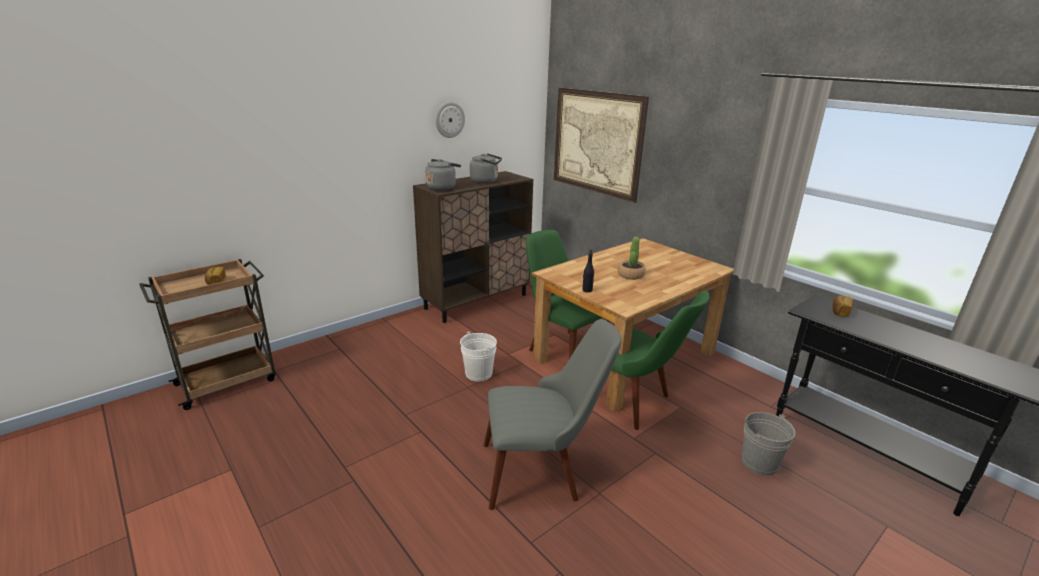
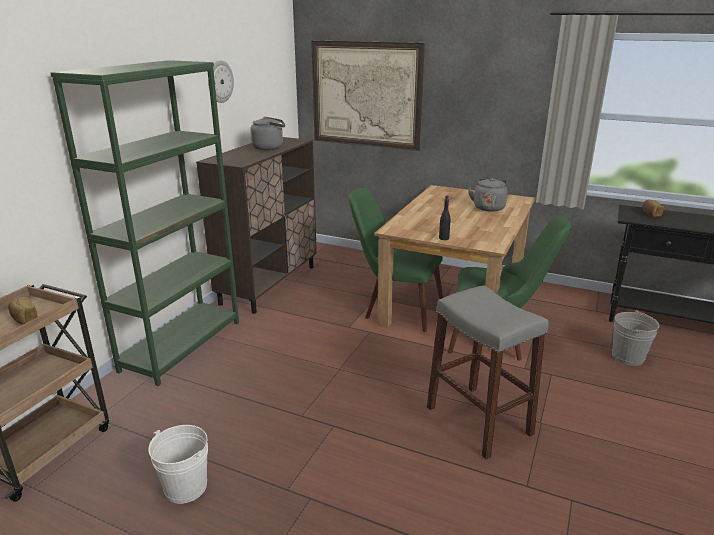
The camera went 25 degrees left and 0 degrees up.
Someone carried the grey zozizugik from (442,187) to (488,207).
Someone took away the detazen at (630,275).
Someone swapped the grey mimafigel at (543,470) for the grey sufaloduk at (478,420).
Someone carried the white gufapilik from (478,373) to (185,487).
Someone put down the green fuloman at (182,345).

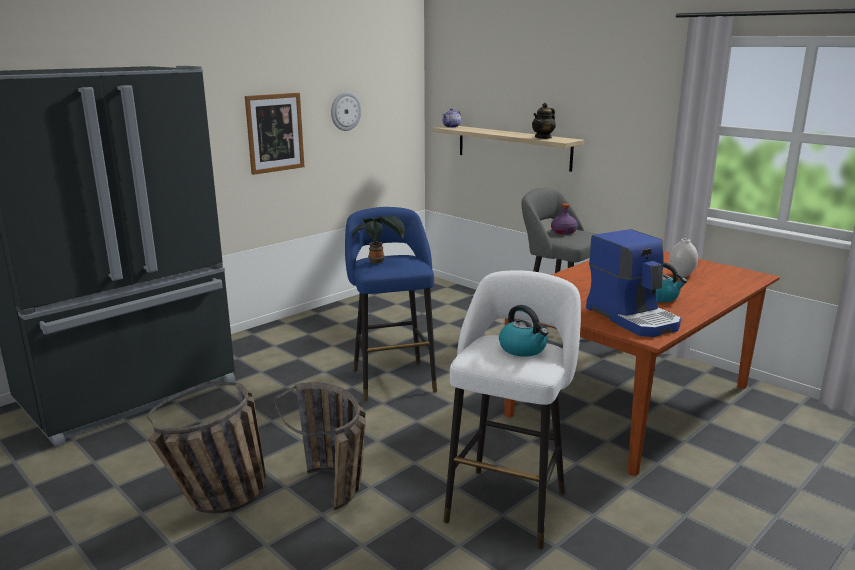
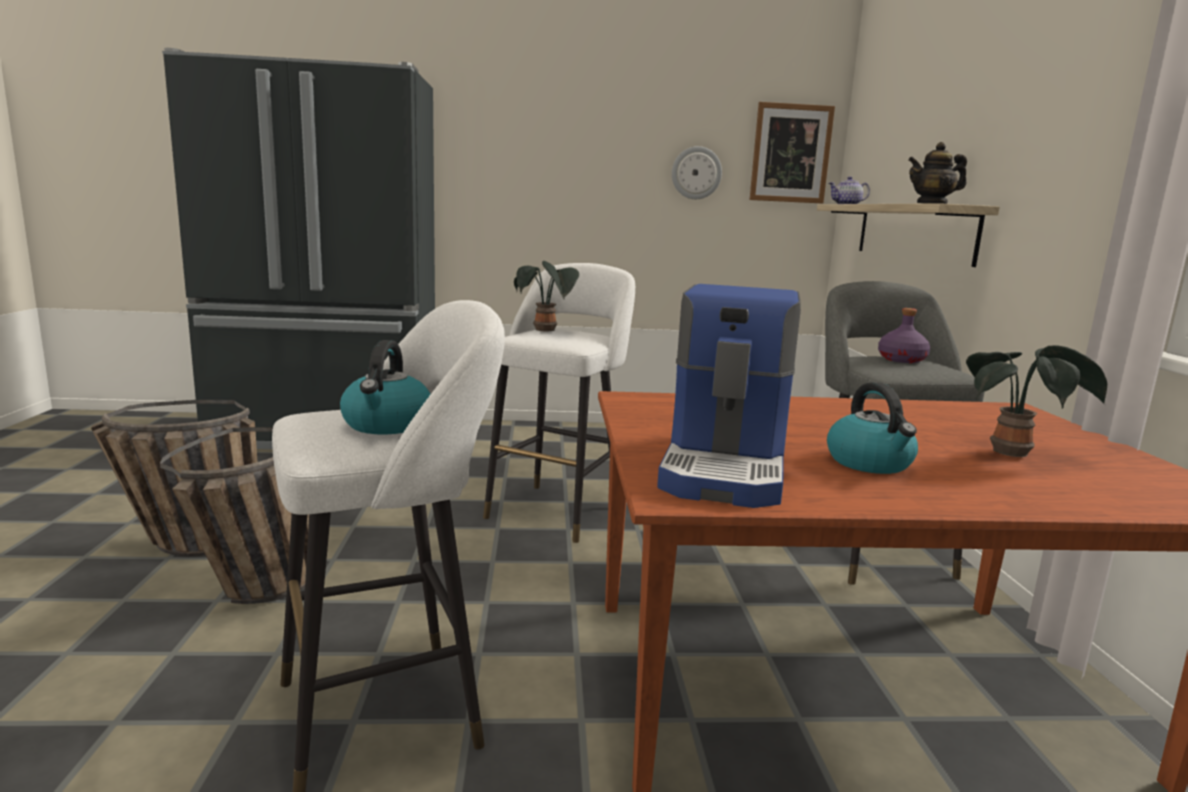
The camera went 40 degrees right and 5 degrees down.
Someone carried the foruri from (275,133) to (791,153).
Someone repainted the blue sufaloduk at (392,378), which became the white sufaloduk at (558,509).
Someone swapped the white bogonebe at (681,275) for the detazen at (1014,454).

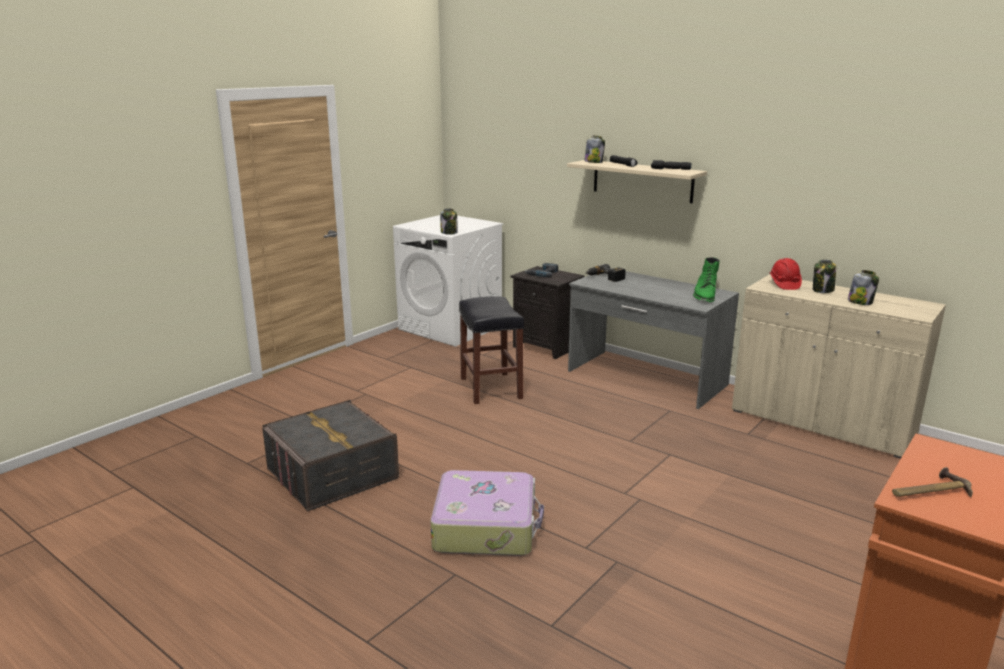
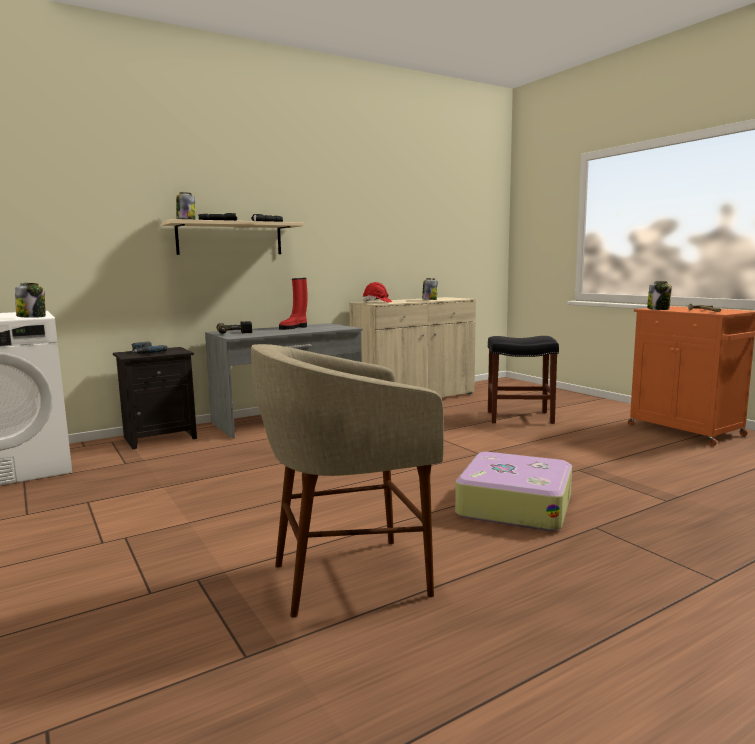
The camera went 70 degrees left and 10 degrees down.
Someone took away the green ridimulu at (705,295).
Someone carried the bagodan from (823,290) to (658,309).
Someone carried the black sufaloduk from (491,388) to (520,417).
Someone swapped the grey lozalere at (332,474) for the beige sufaloduk at (348,578).
Someone put down the red ridimulu at (294,328).

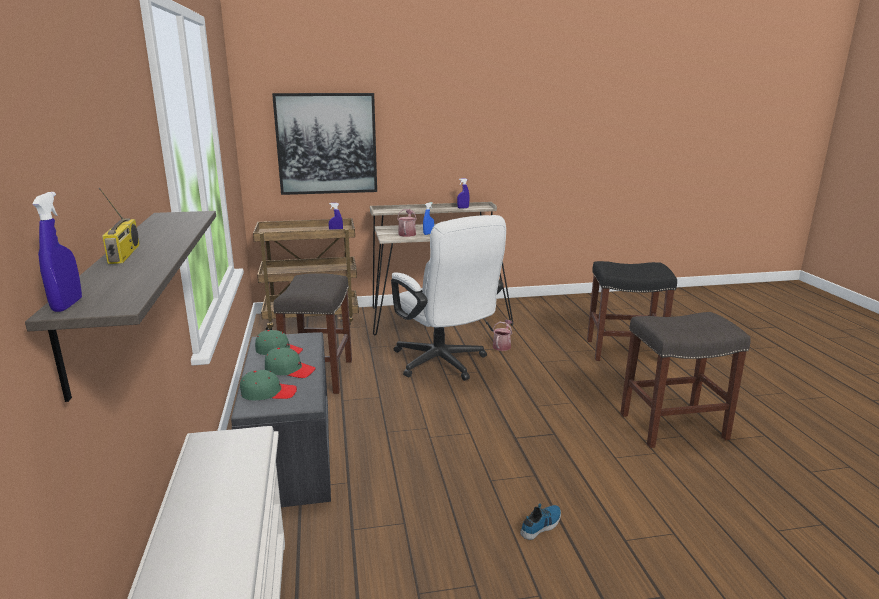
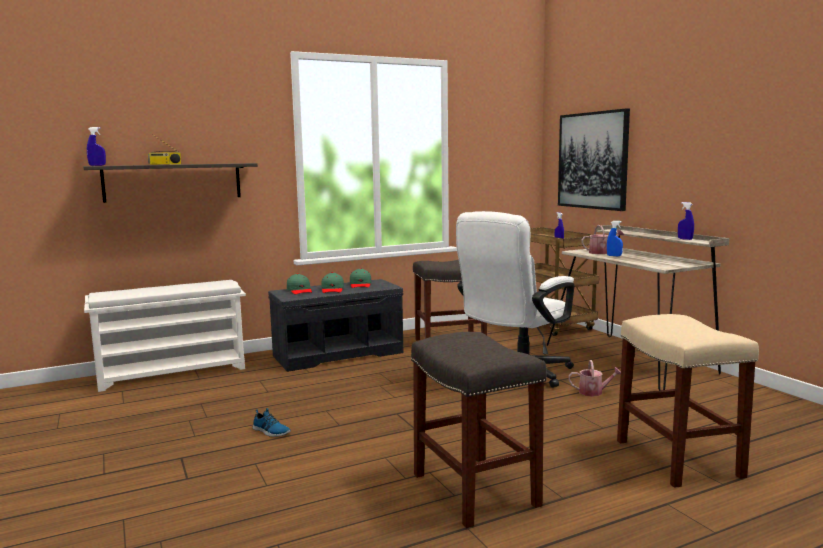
The camera went 75 degrees right and 10 degrees down.
Someone repainted the black sufaloduk at (624,350), which became the beige sufaloduk at (679,459).

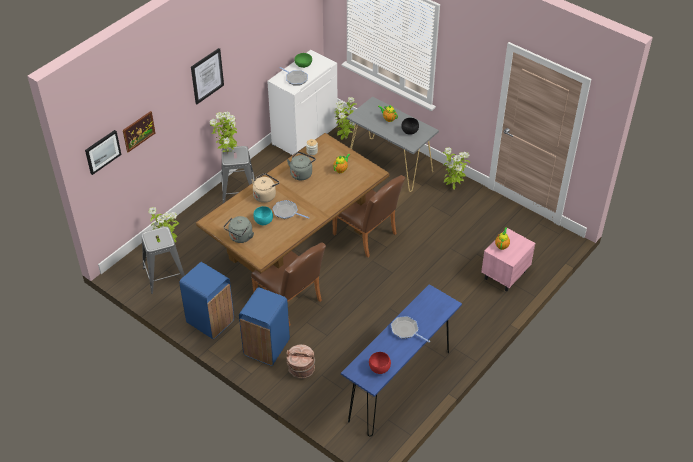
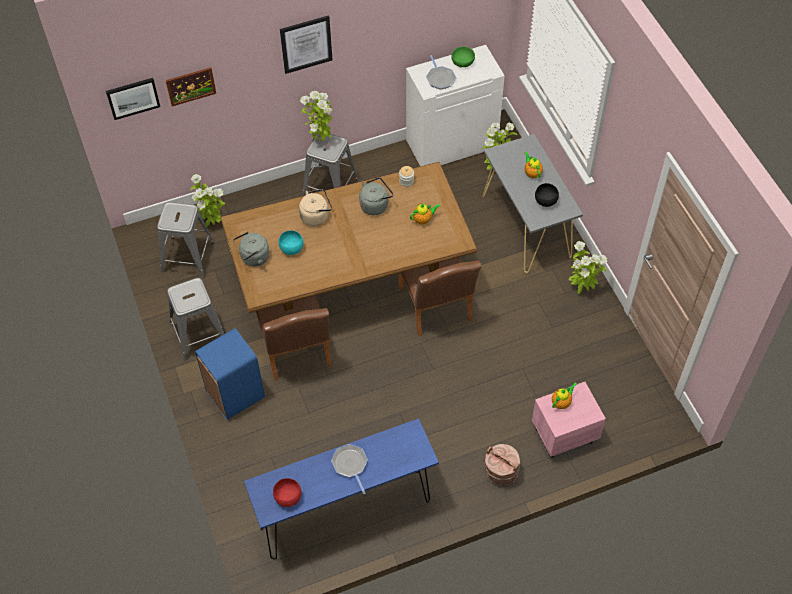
The camera went 30 degrees right and 10 degrees up.
Someone took away the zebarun at (287,212).
Someone swapped the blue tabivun at (210,321) for the grey sufaloduk at (199,334).
Someone carried the brown gufapilik from (301,370) to (501,473).

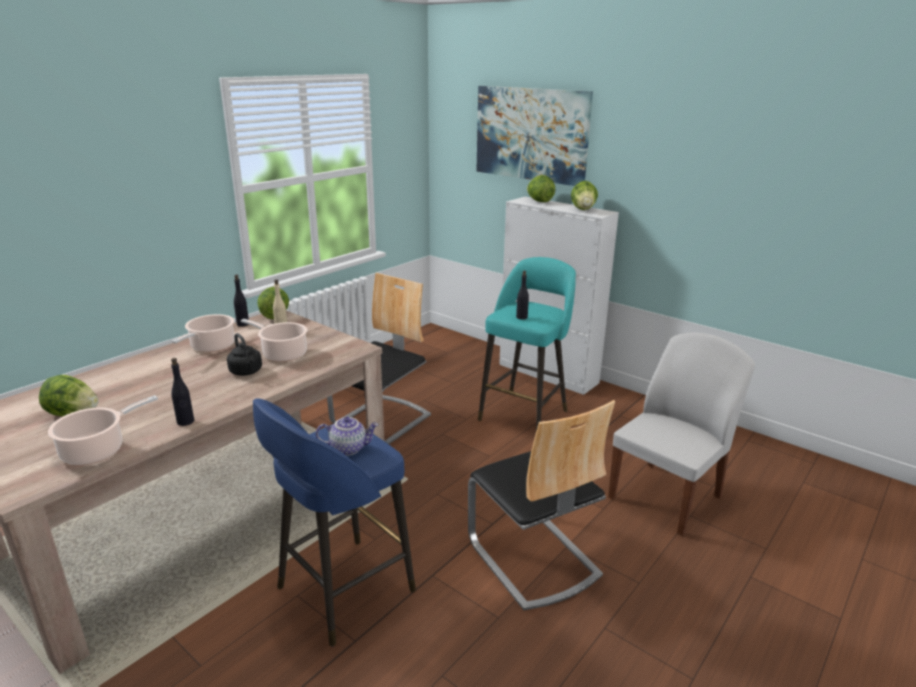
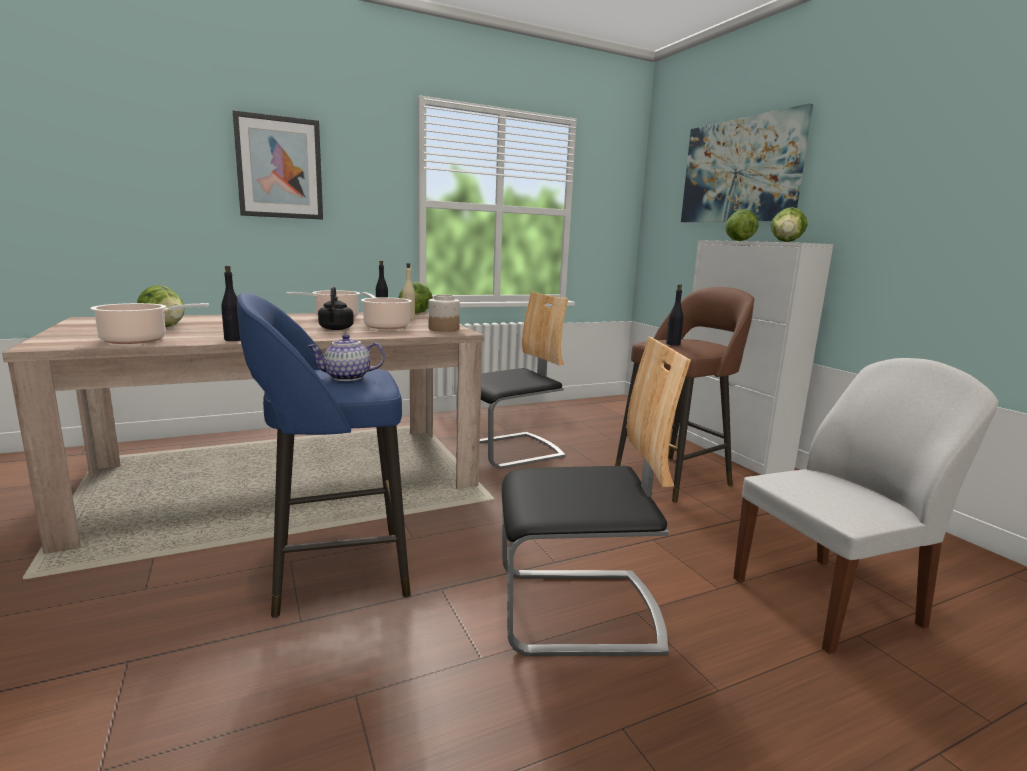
The camera went 25 degrees right and 10 degrees down.
Someone repainted the turquoise sufaloduk at (524,414), which became the brown sufaloduk at (675,477).
Someone rotated the mimafigel at (533,558) by 90 degrees counterclockwise.
Someone rotated the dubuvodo at (348,448) by 150 degrees clockwise.
Someone put up the foruri at (279,168).
Someone put down the bagodan at (443,329).

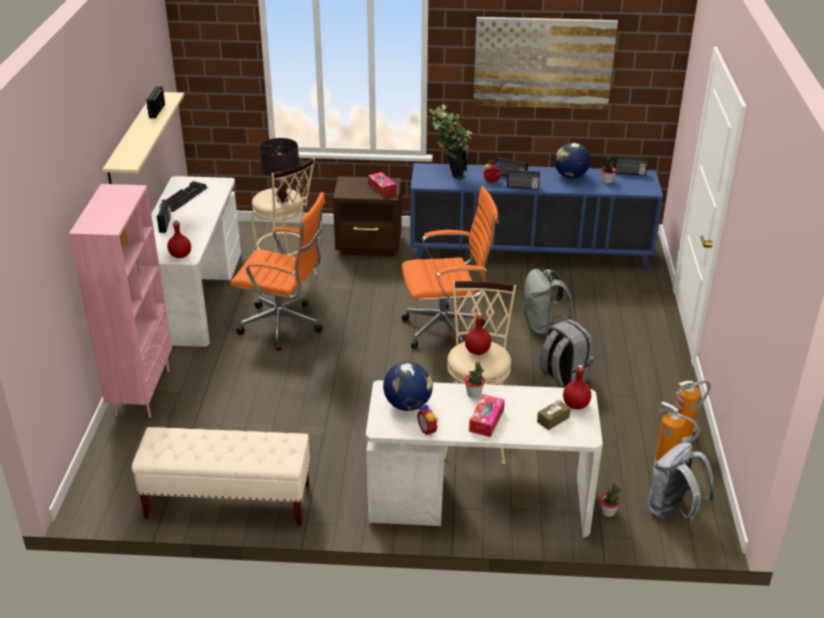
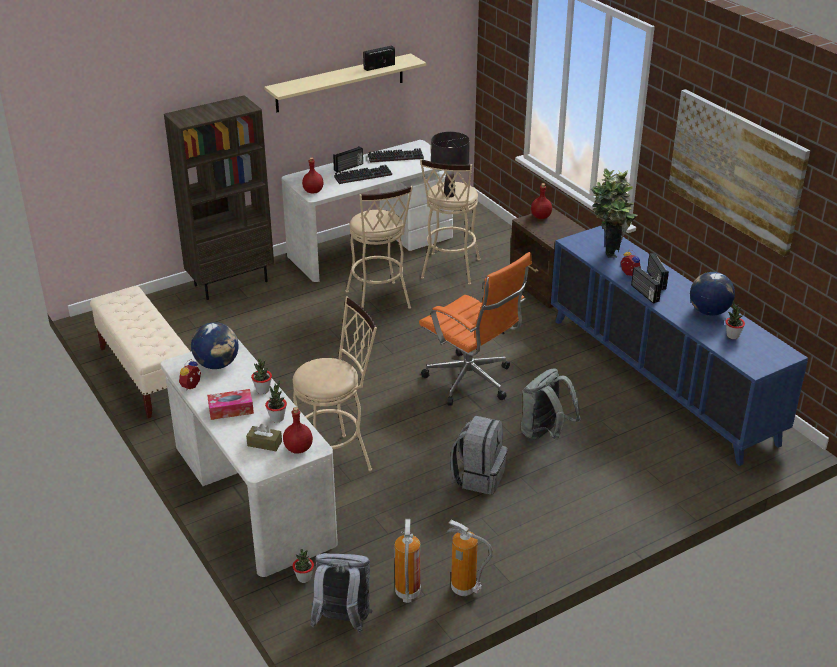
The camera went 55 degrees right and 0 degrees up.
Someone took away the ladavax at (629,173).
Someone took away the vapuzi at (381,188).
Someone repainted the pink fuloman at (141,392), which became the brown fuloman at (231,283).
Someone swapped the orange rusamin at (285,326) for the beige sufaloduk at (379,303).
Someone carried the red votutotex from (478,351) to (541,217).
Someone put down the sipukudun at (363,175).
Someone put down the detazen at (277,418).

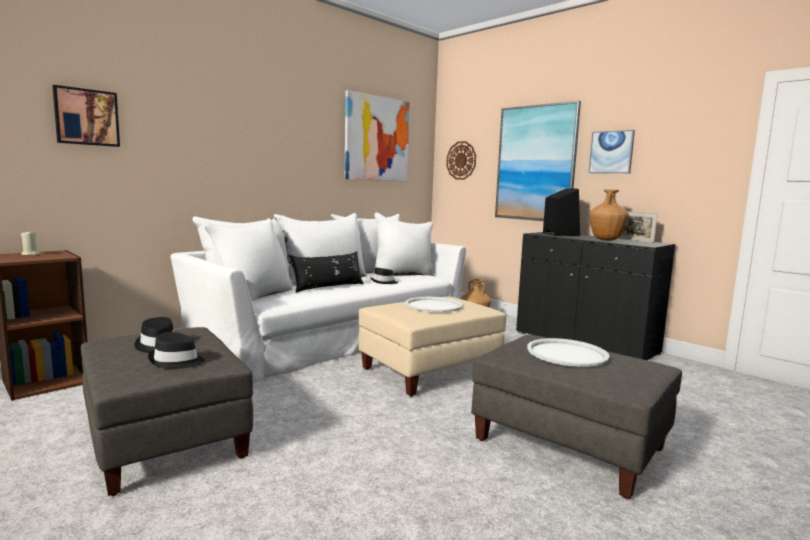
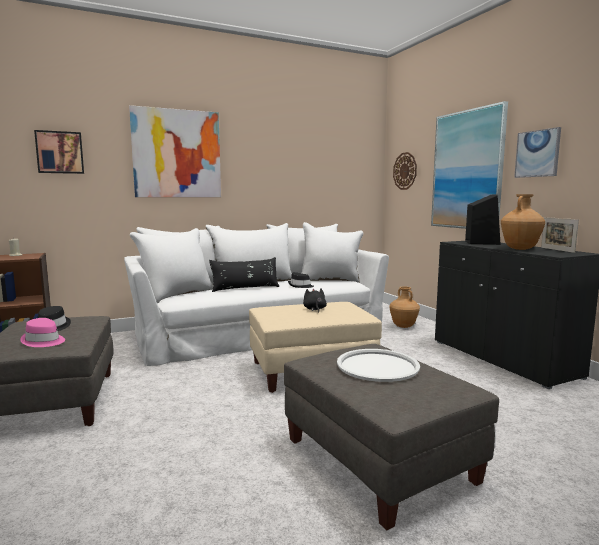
The camera went 20 degrees right and 0 degrees up.
Someone carried the foruri from (377,139) to (177,154).
Someone swapped the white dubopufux at (433,305) for the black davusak at (314,309).
Someone repainted the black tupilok at (176,361), which became the pink tupilok at (43,341).

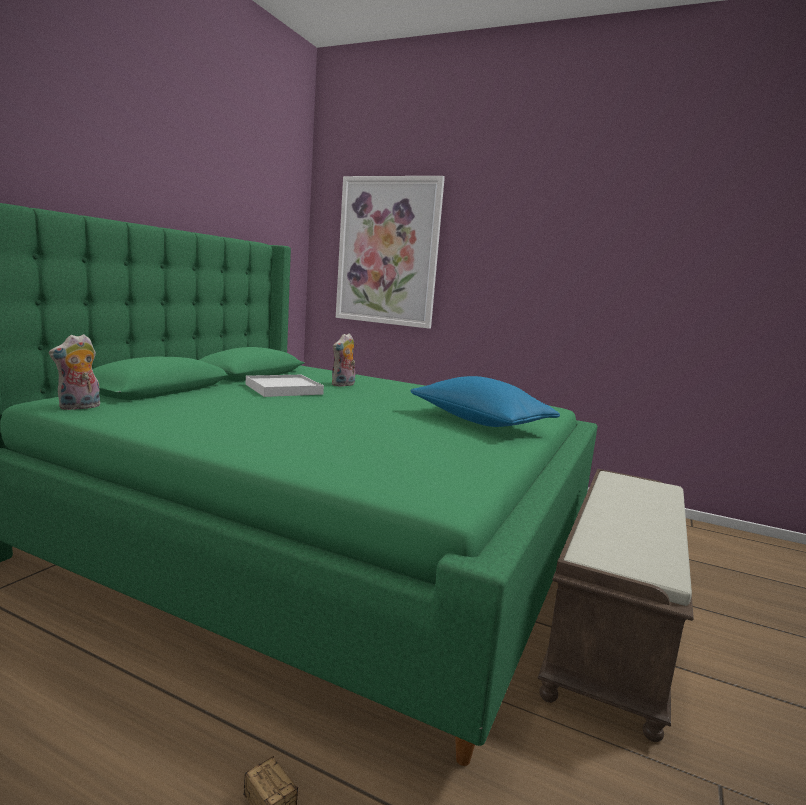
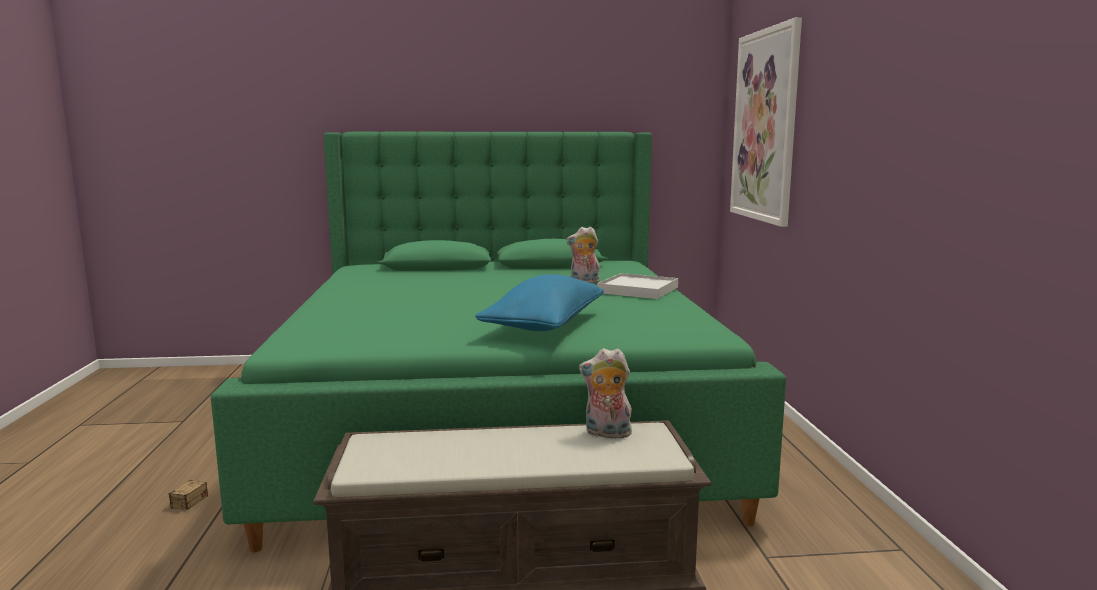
The camera went 60 degrees right and 0 degrees up.
Someone carried the davusak from (79,407) to (606,434).
Someone carried the white dubopufux from (283,389) to (637,290).

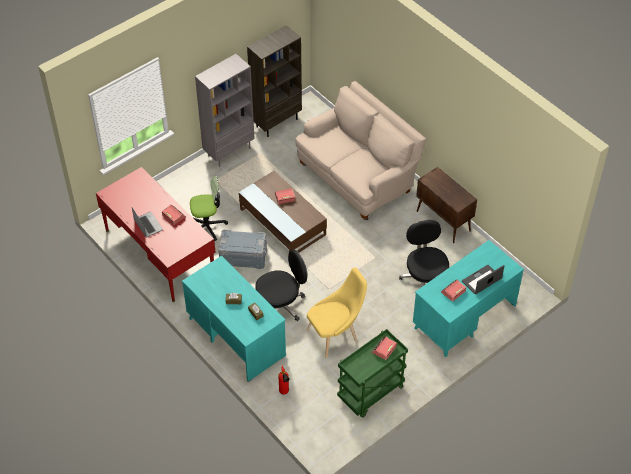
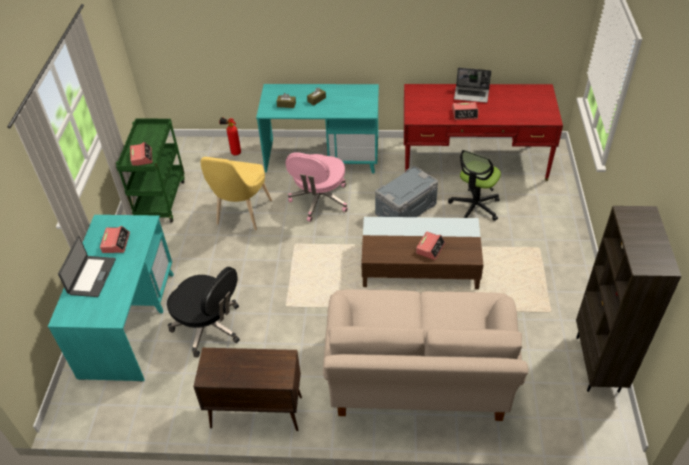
The camera went 135 degrees right and 5 degrees down.
Someone took away the grey fuloman at (229,151).
Someone repainted the black rusamin at (280,305), which became the pink rusamin at (319,200).

